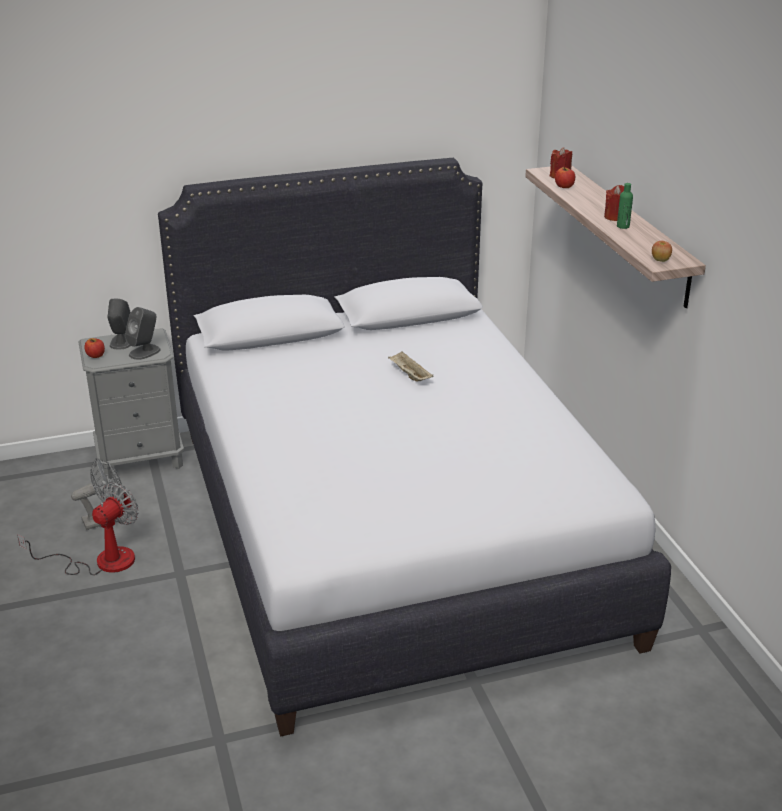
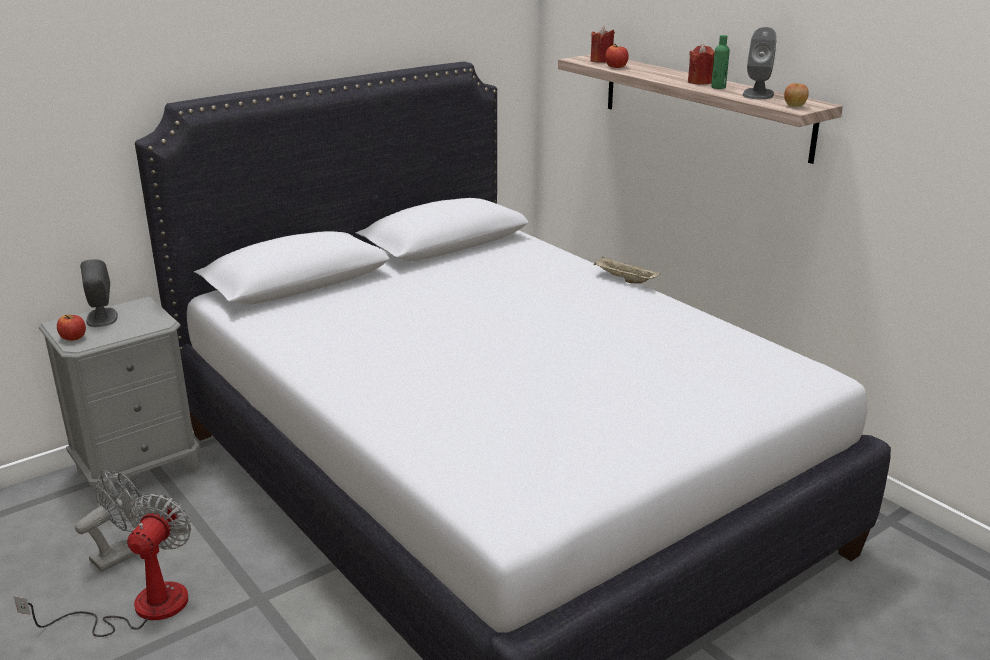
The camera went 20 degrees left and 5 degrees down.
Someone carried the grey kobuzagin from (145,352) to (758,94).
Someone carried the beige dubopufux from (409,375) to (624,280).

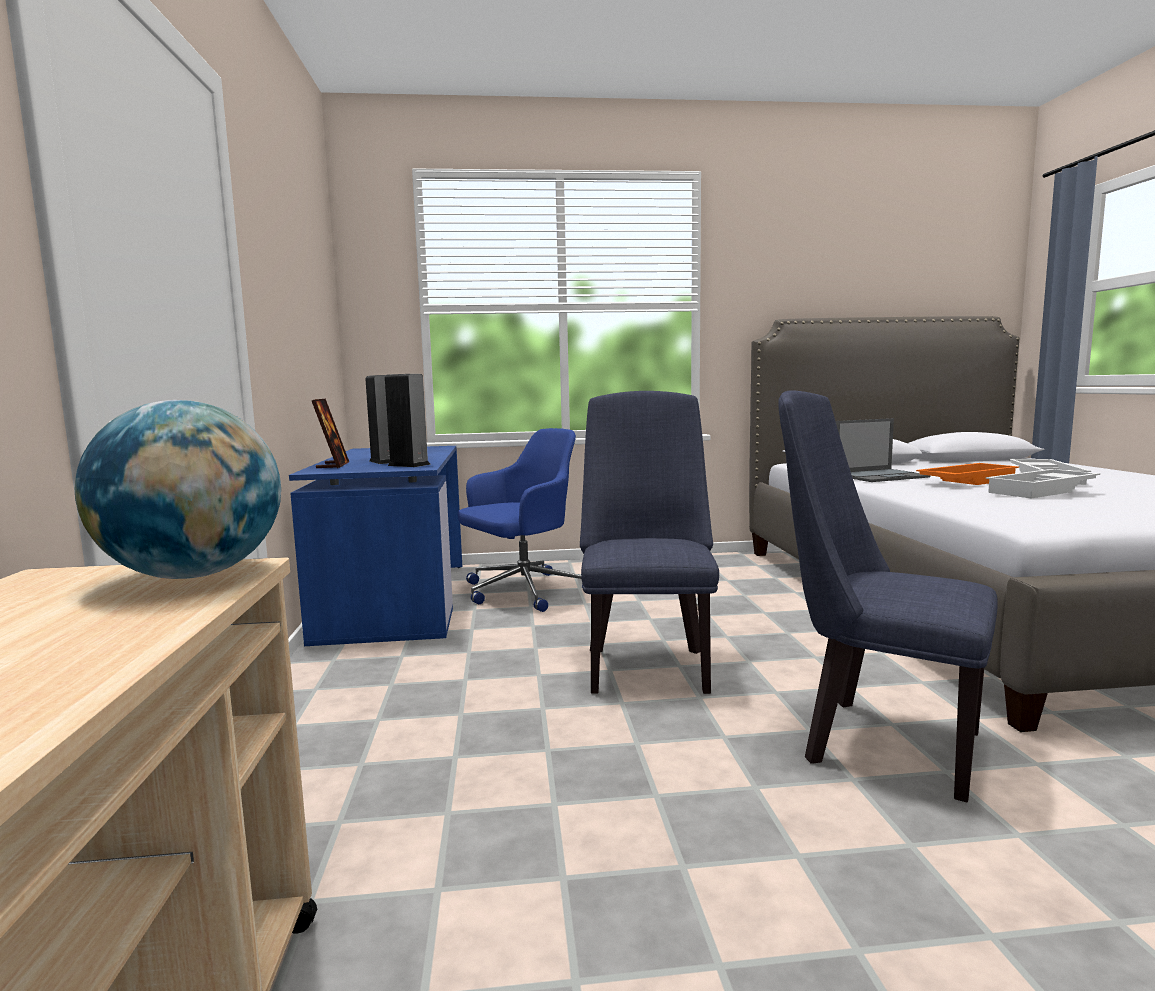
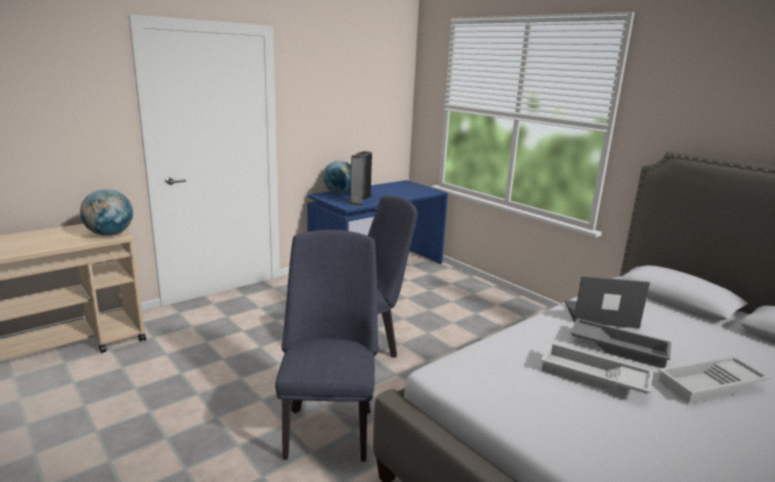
The camera went 55 degrees right and 10 degrees up.
Someone swapped the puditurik at (333,465) for the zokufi at (339,193).
Someone rotated the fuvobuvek at (881,476) by 150 degrees clockwise.
Someone took away the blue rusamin at (522,592).
Someone repainted the orange dubopufux at (966,481), which became the grey dubopufux at (619,347).

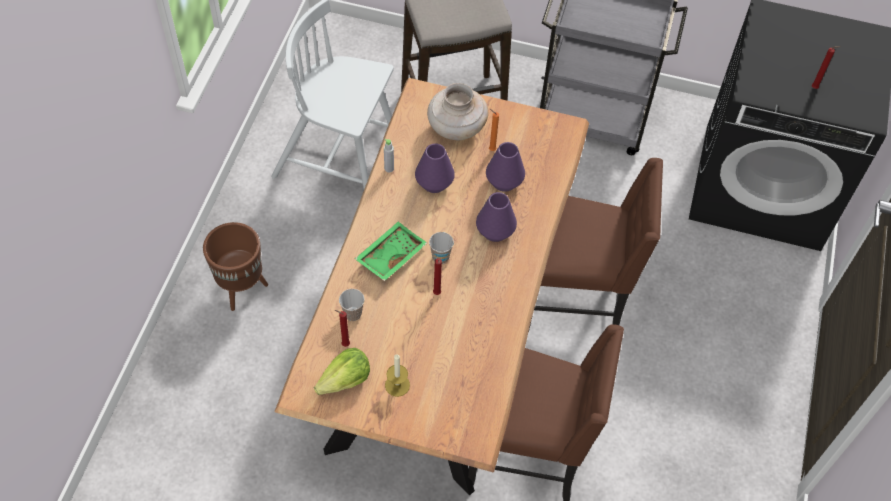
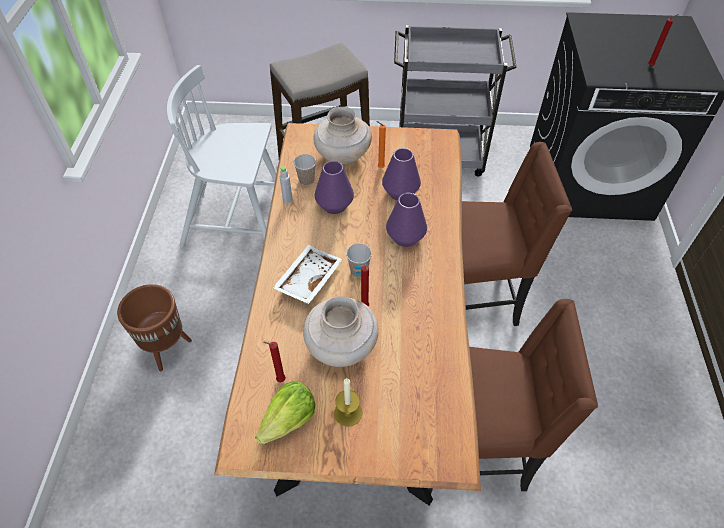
The camera went 10 degrees left and 5 degrees down.
Someone repainted the green dubopufux at (390,255), which became the white dubopufux at (307,279).
Someone carried the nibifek from (352,314) to (306,180).
Someone put down the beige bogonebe at (341,347).

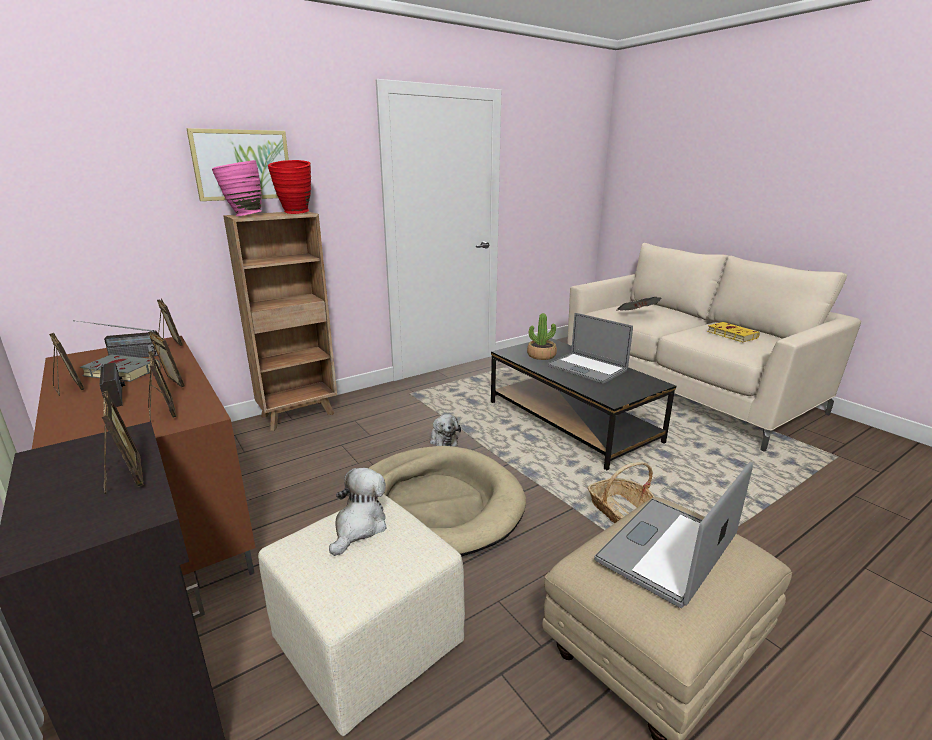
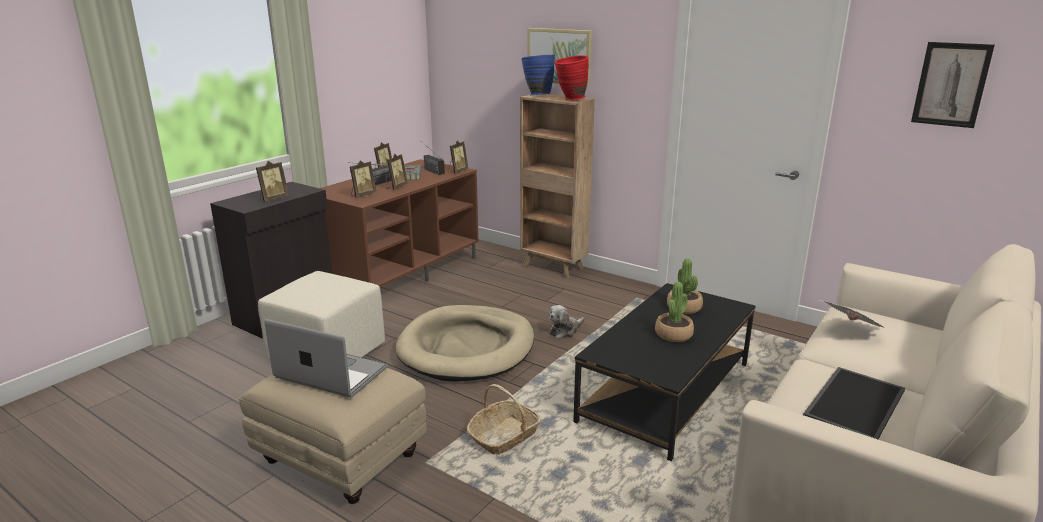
The camera went 70 degrees right and 0 degrees up.
Someone repainted the pink bogonebe at (242,216), which became the blue bogonebe at (537,95).
Someone swapped the fuvobuvek at (586,368) for the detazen at (673,334).
Someone swapped the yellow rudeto at (730,334) for the dubopufux at (853,402).
Someone took away the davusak at (359,526).
Someone put up the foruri at (951,84).

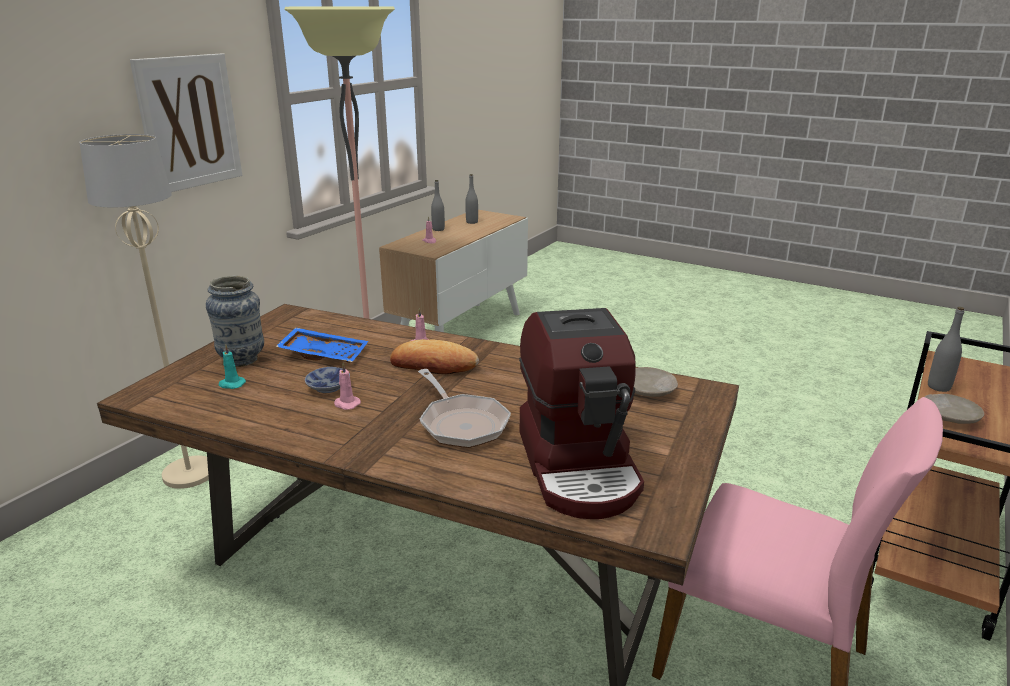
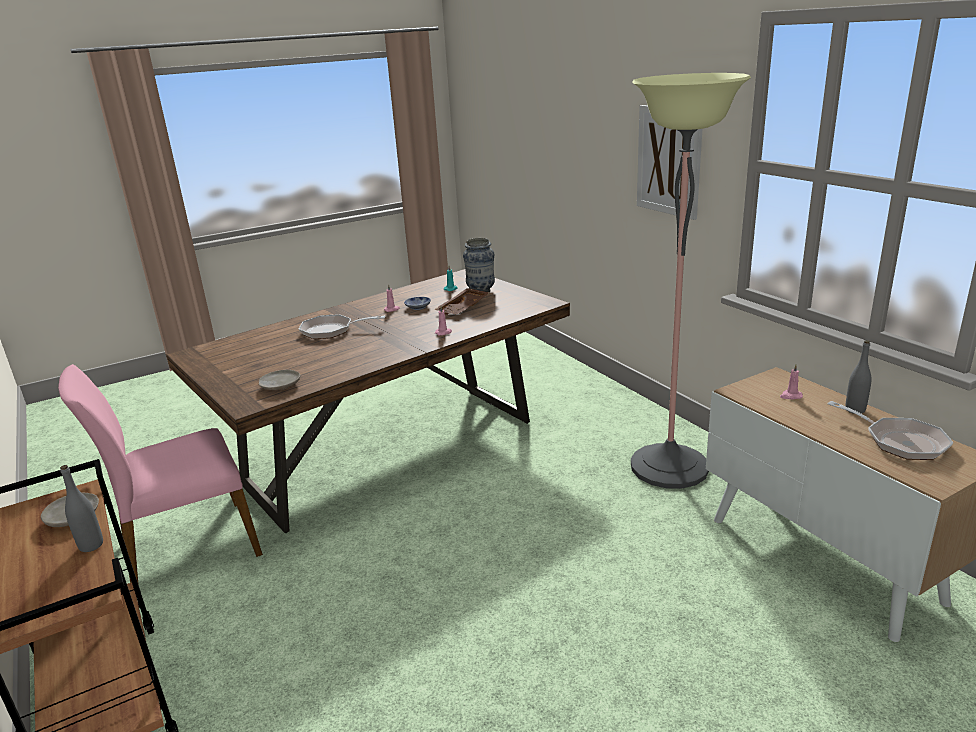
The camera went 120 degrees right and 0 degrees up.
Someone took away the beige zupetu at (188,473).
Someone swapped the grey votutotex at (472,222) for the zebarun at (899,441).
Someone took away the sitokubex at (580,466).
Someone repainted the blue dubopufux at (324,354), which became the brown dubopufux at (463,308).
Someone took away the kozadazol at (433,365).

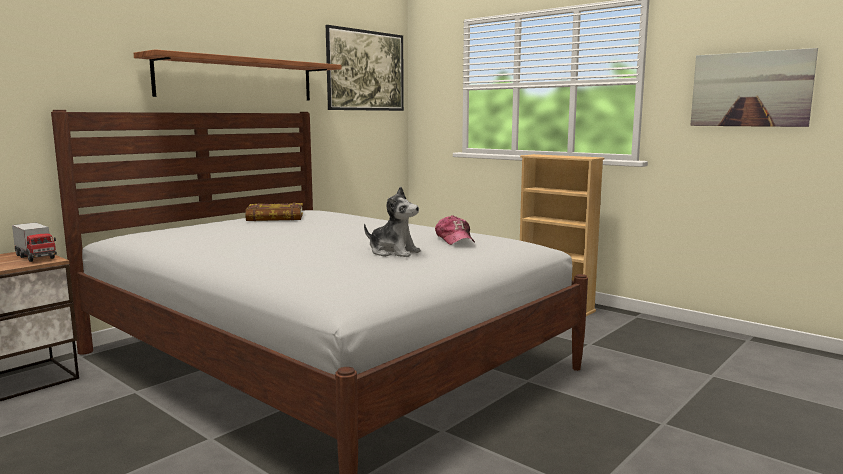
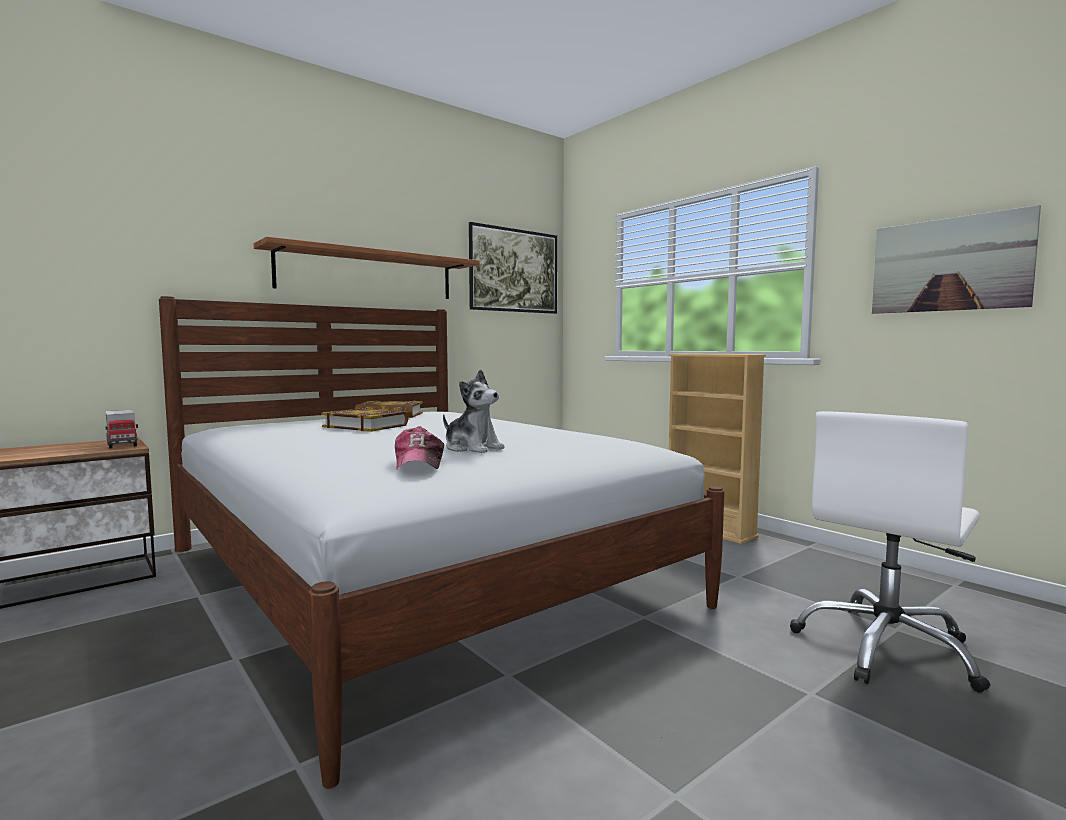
The camera went 10 degrees right and 5 degrees down.
Someone carried the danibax from (455,240) to (419,463).
Someone put down the rudeto at (366,426).
Someone put down the white rusamin at (886,649).

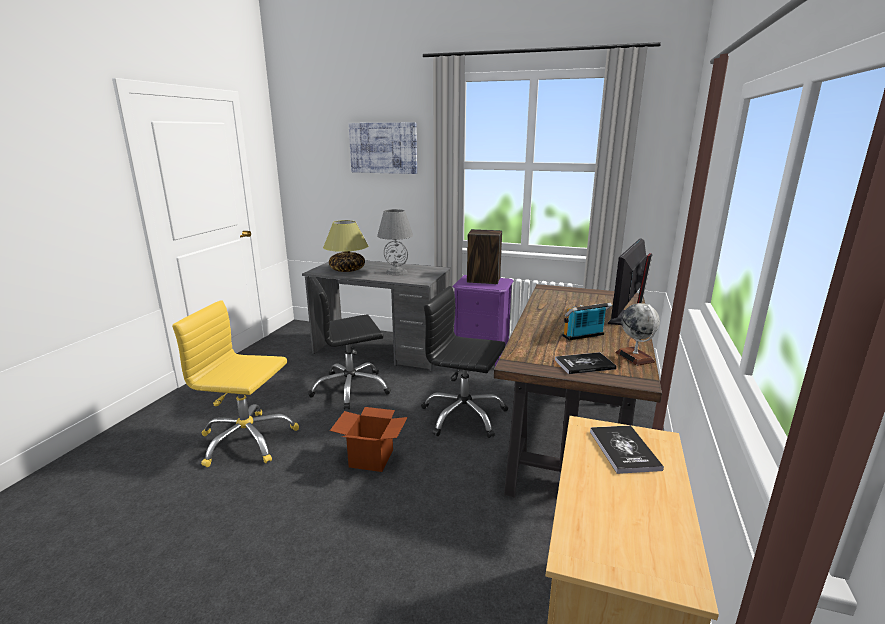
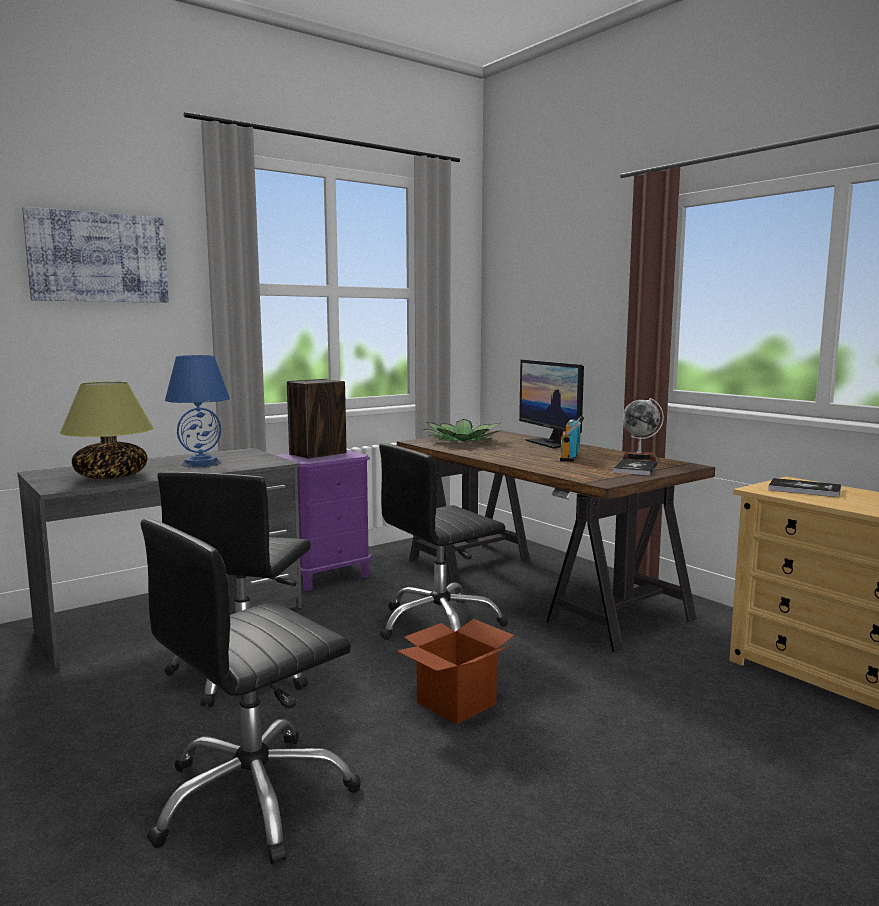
The camera went 55 degrees left and 10 degrees down.
Someone repainted the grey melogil at (396,272), which became the blue melogil at (201,463).
Someone repainted the yellow rusamin at (247,440), which became the black rusamin at (254,797).
Someone put down the detazen at (463,441).

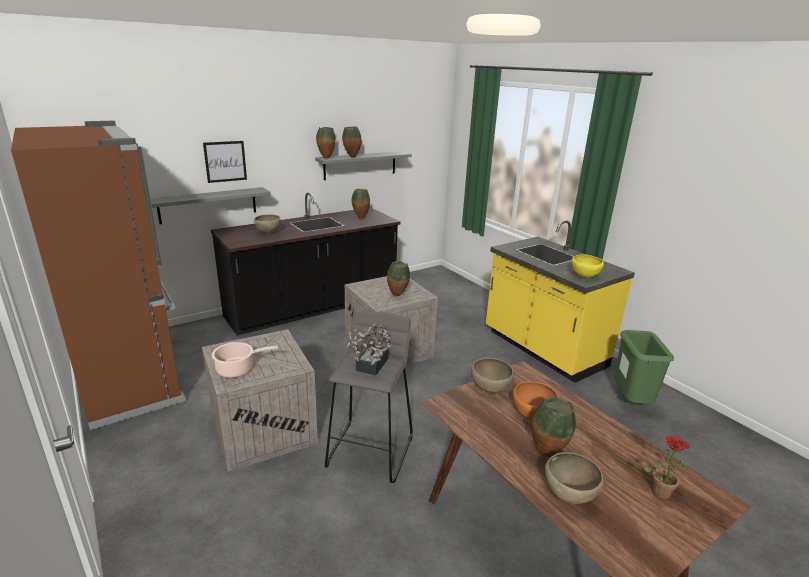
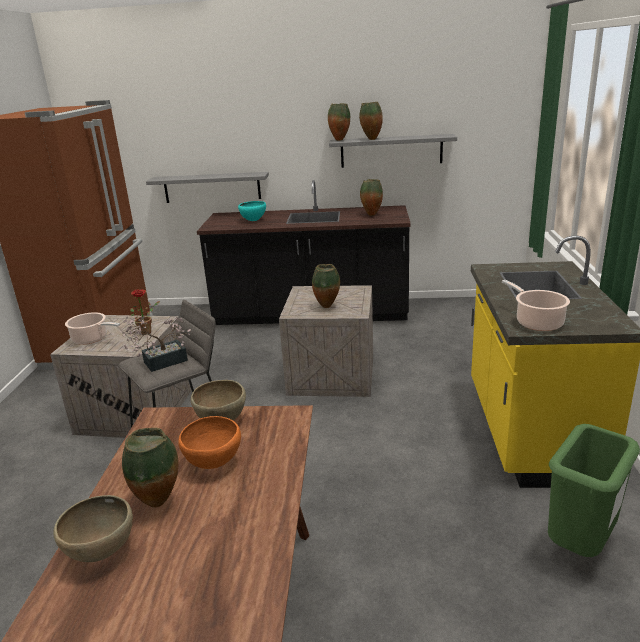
The camera went 40 degrees right and 0 degrees up.
Someone took away the foruri at (225,161).
Someone repainted the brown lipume at (268,232), which became the turquoise lipume at (253,220).
Someone swapped the yellow lipume at (584,276) for the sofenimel at (537,322).
Someone carried the detazen from (660,490) to (148,331).

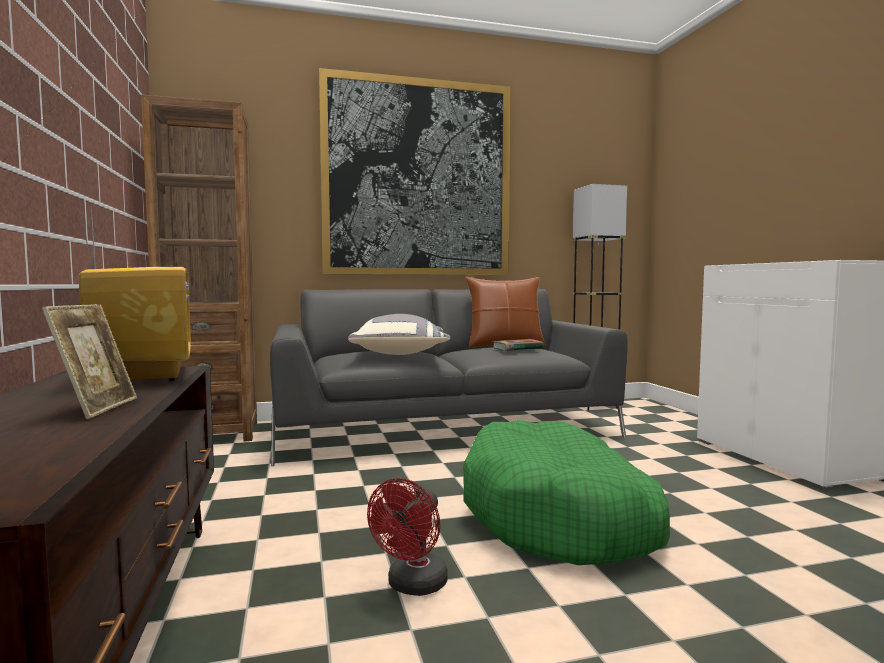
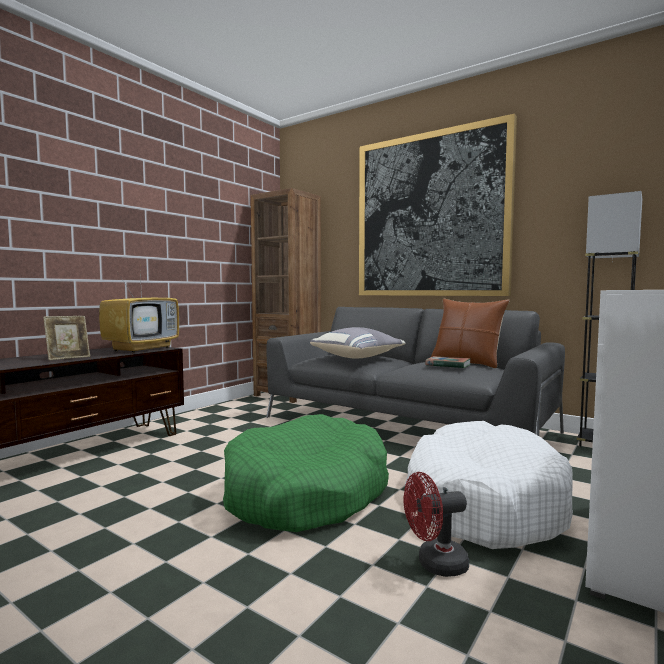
The camera went 50 degrees right and 0 degrees up.
Someone carried the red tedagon from (413,586) to (435,564).
Someone put down the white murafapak at (483,502).

